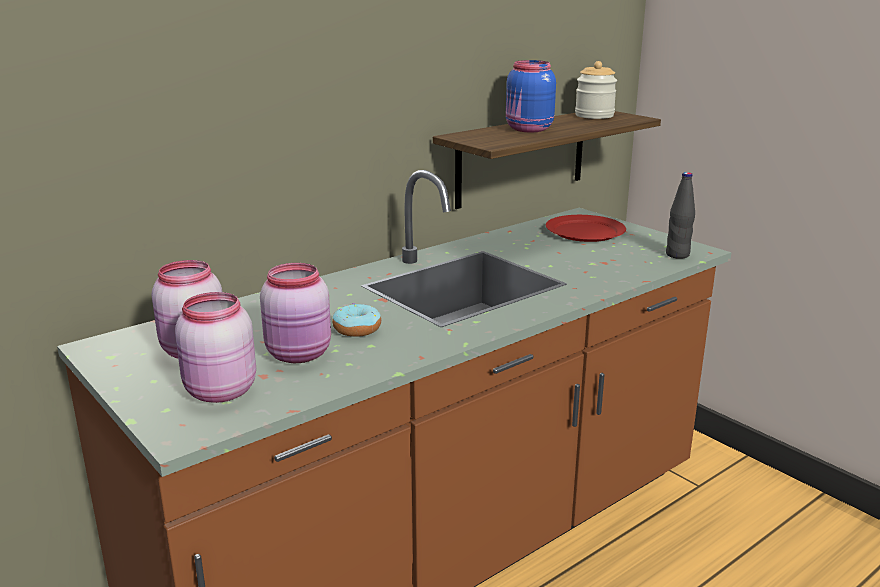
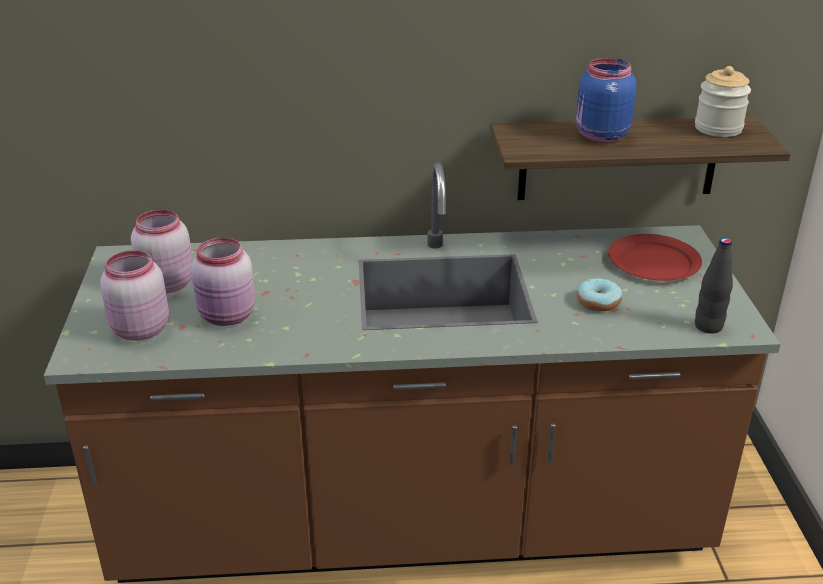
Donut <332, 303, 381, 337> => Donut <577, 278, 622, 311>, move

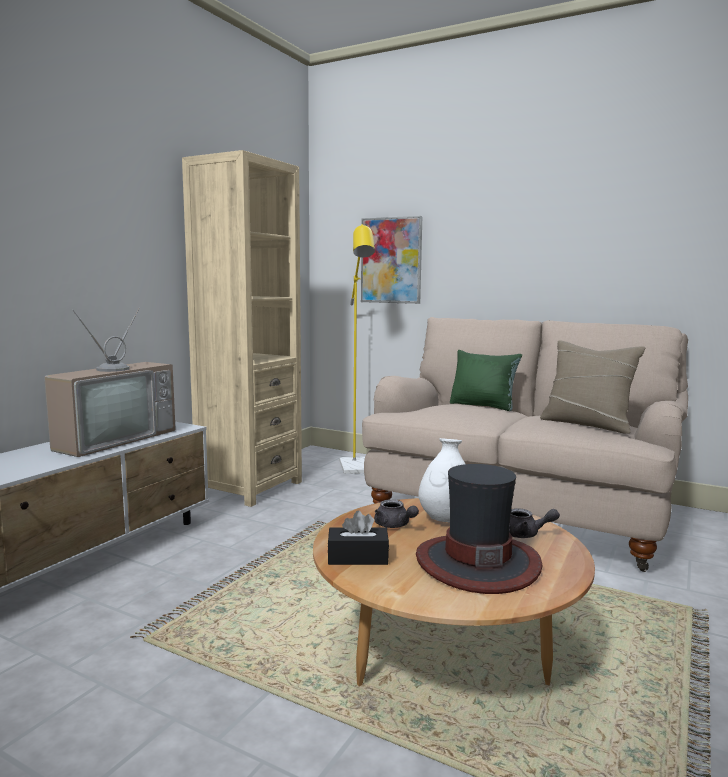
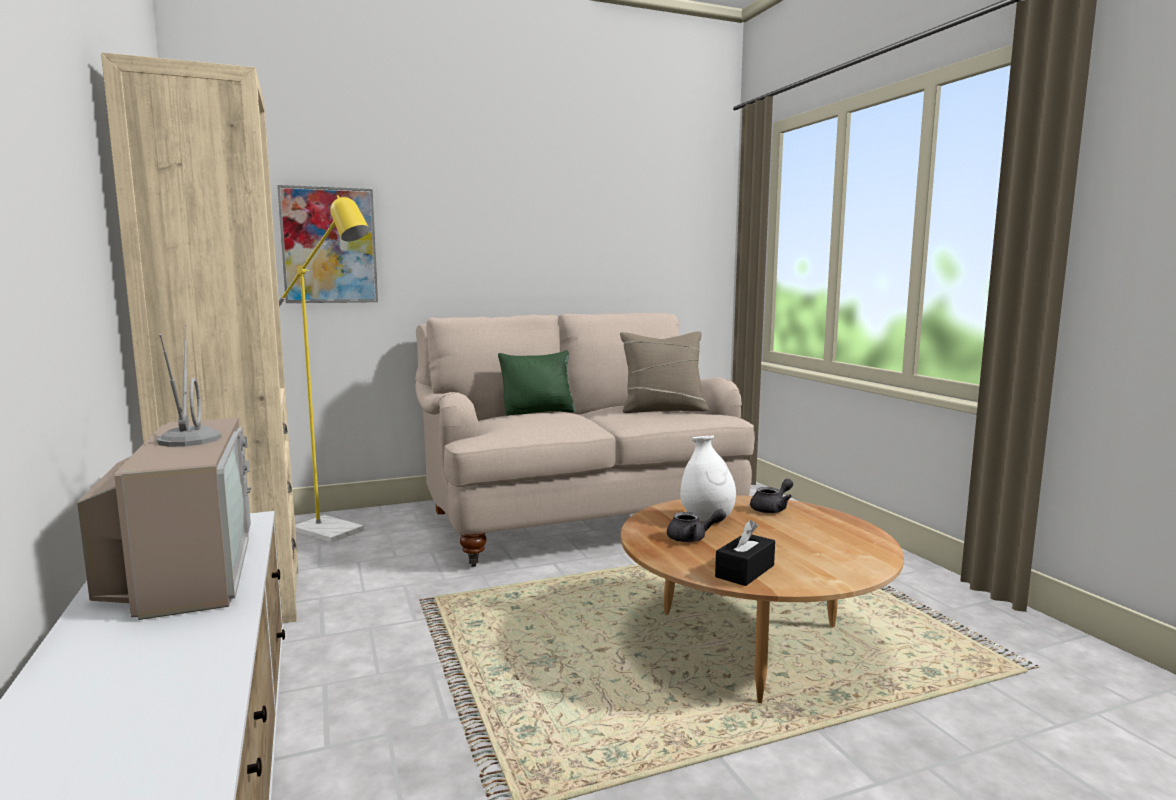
Hut <416, 464, 543, 594> => nothing

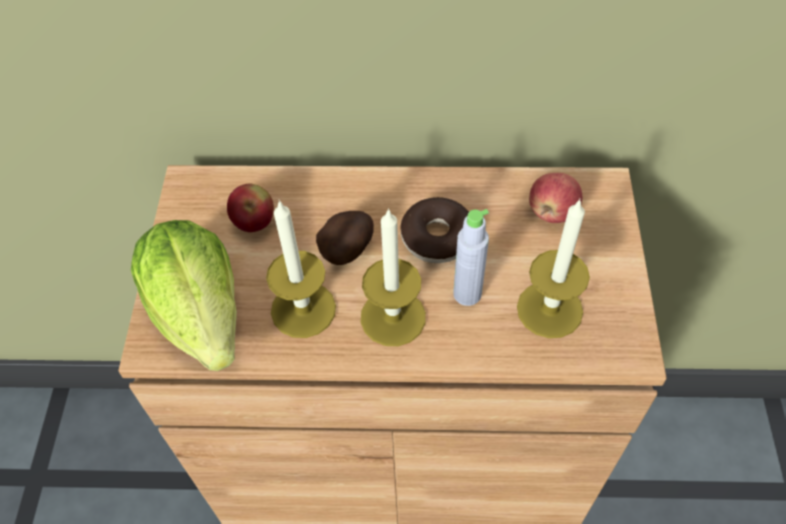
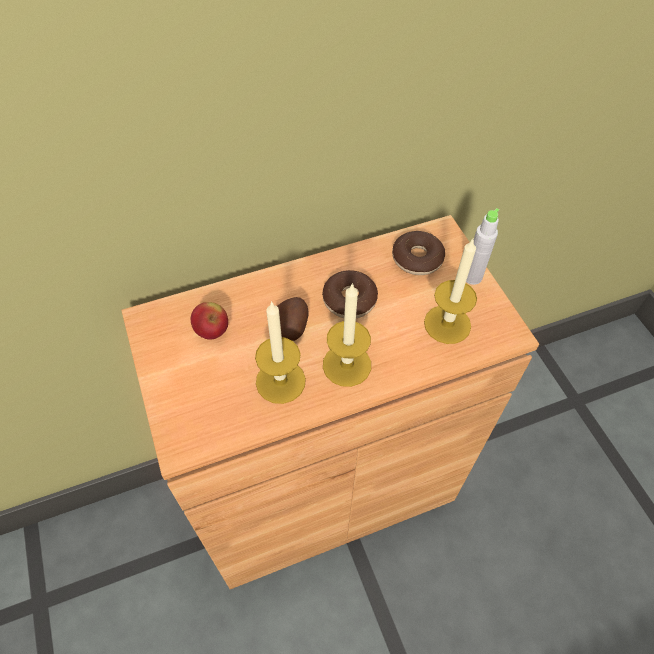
Apfel <529, 173, 582, 223> => Donut <392, 231, 445, 275>
Flasche (grau) <453, 209, 489, 306> => Flasche (grau) <466, 208, 499, 285>, move
Salatkopf <131, 220, 237, 371> => nothing

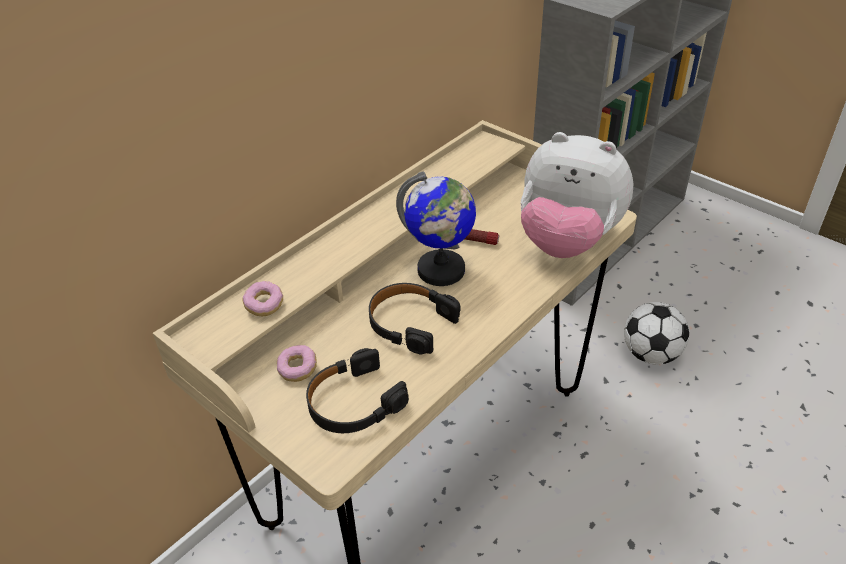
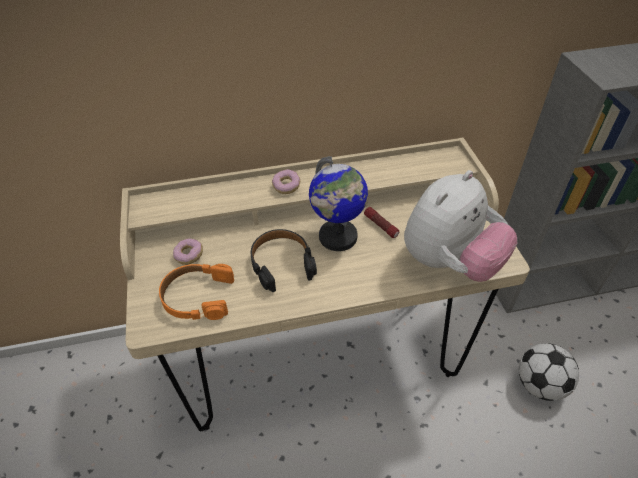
Kopfhörer (schwarz) <306, 348, 409, 433> => Kopfhörer (orange) <159, 264, 234, 320>
Donut <242, 281, 283, 316> => Donut <272, 169, 300, 194>, move
Plüschtier <521, 132, 634, 258> => Plüschtier <404, 170, 517, 282>, 105 degrees counterclockwise

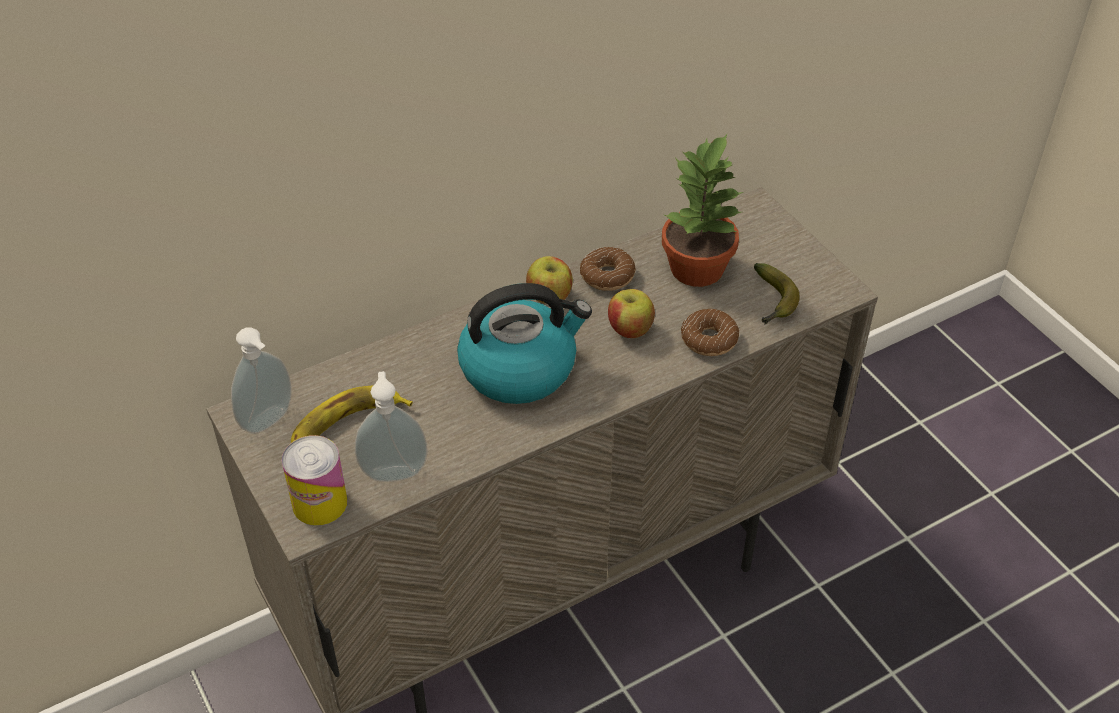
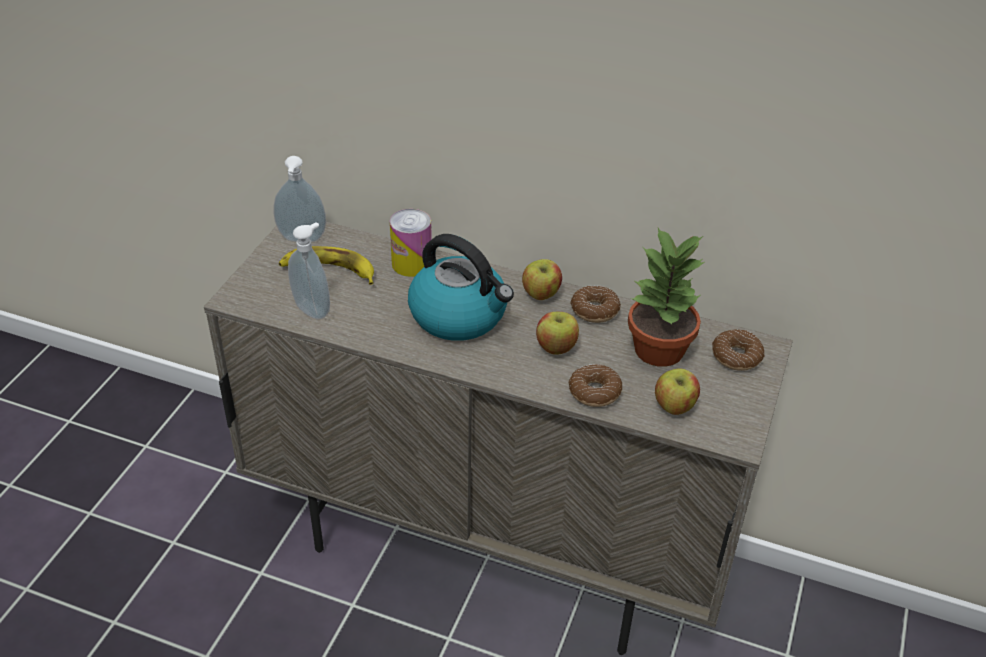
Dose <282, 435, 347, 526> => Dose <390, 209, 432, 277>, move
Banane <754, 263, 800, 325> => Apfel <655, 369, 700, 415>
nothing => Donut <712, 329, 765, 371>

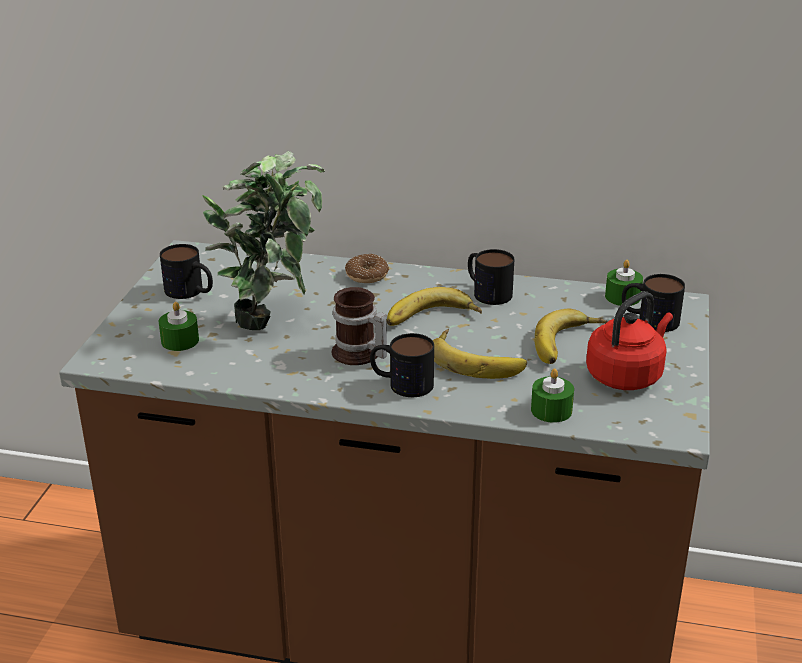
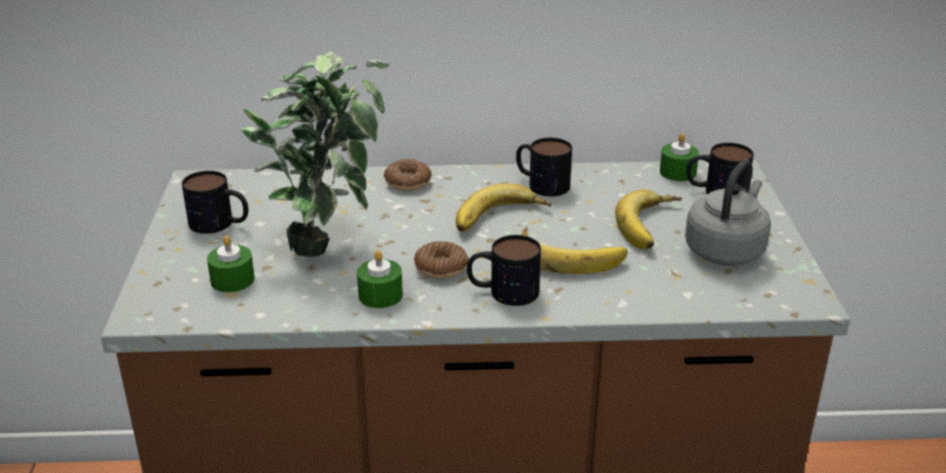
Kerze (grün) <531, 369, 574, 423> => Kerze (grün) <357, 250, 403, 308>, move
Henkelbecher <332, 287, 387, 365> => Donut <414, 241, 469, 279>
Wasserkessel (rot) <586, 291, 673, 390> => Wasserkessel (grau) <685, 159, 771, 266>

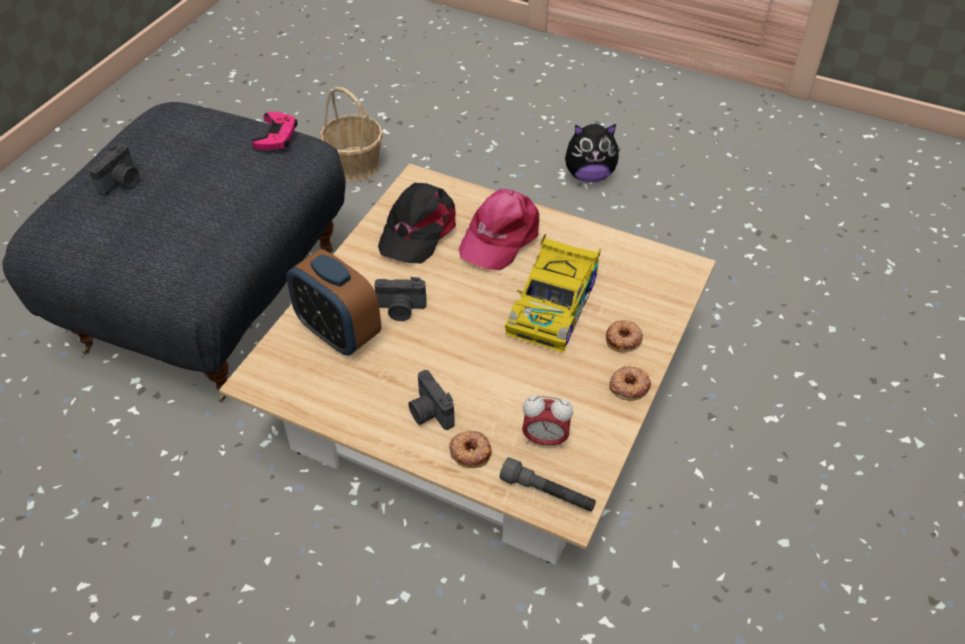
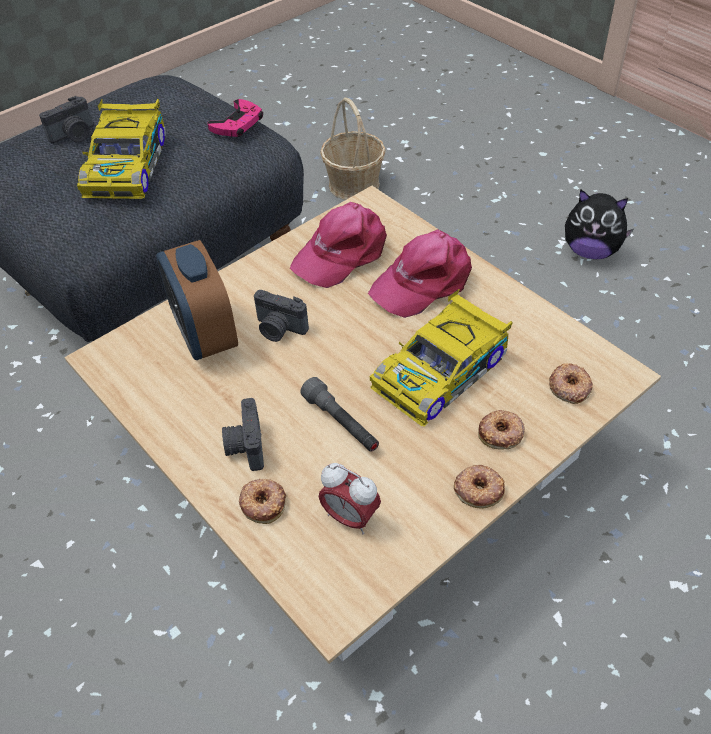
nothing => Spielzeugauto <77, 99, 166, 199>
Kappe (schwarz) <378, 183, 456, 263> => Kappe (rosa) <290, 202, 387, 288>
Taschenlampe (grau) <499, 457, 596, 512> => Taschenlampe (grau) <301, 377, 379, 452>, move
nothing => Donut <549, 363, 593, 404>

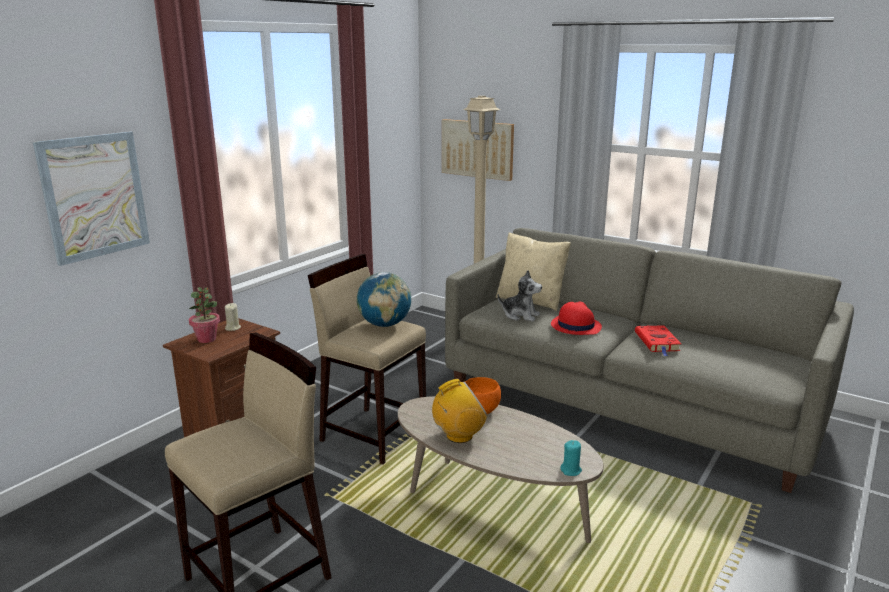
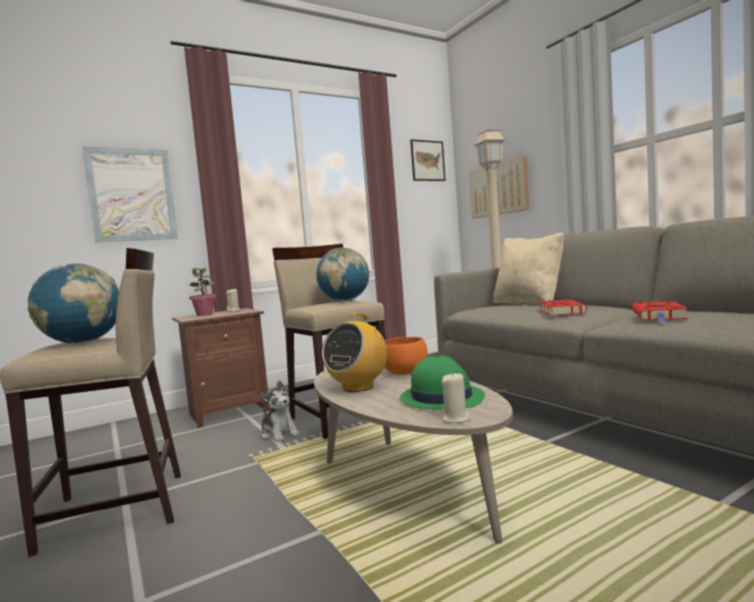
nothing => Globus <27, 263, 119, 344>
Plüschtier <498, 270, 542, 321> => Plüschtier <261, 380, 300, 442>, move
Radio <432, 379, 488, 443> => Radio <322, 313, 387, 392>, 120 degrees clockwise
nothing => Hut (grün) <400, 355, 485, 409>
nothing => Bild <410, 139, 446, 181>
Kerze (türkis) <560, 440, 582, 476> => Kerze (beige) <442, 372, 471, 423>
Hut (rot) <551, 302, 602, 335> => Buch (rot) <539, 299, 587, 315>

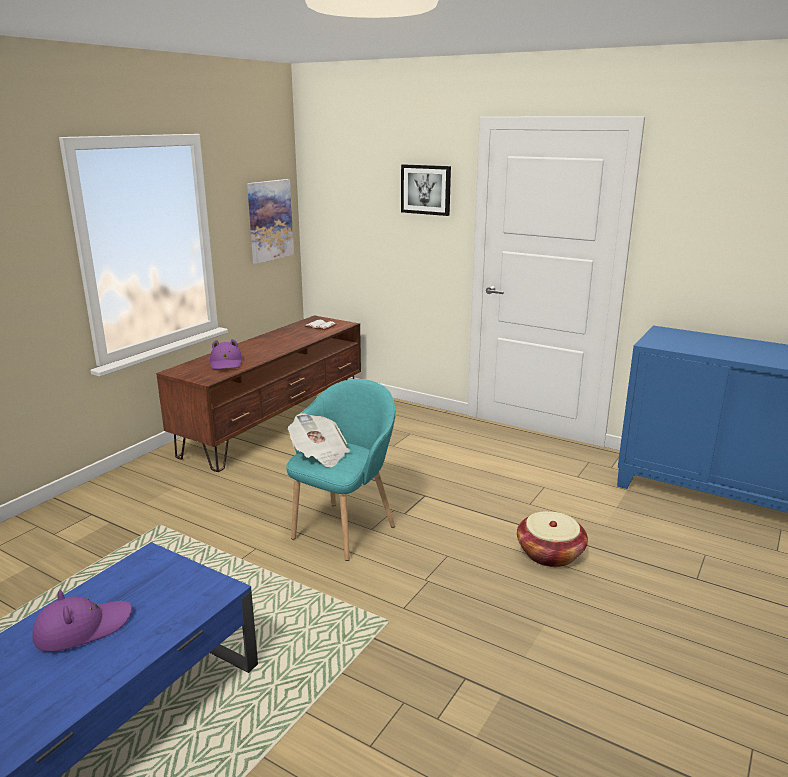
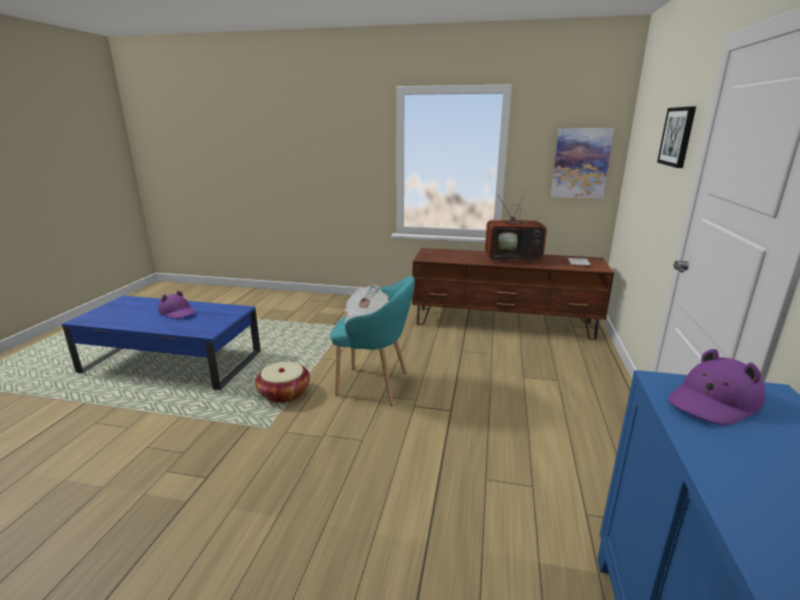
Korb <517, 511, 588, 567> => Korb <255, 361, 310, 403>, move
nothing => Fernseher <485, 189, 548, 263>
Hut (lila) <210, 339, 242, 369> => Hut (lila) <668, 349, 765, 425>, move

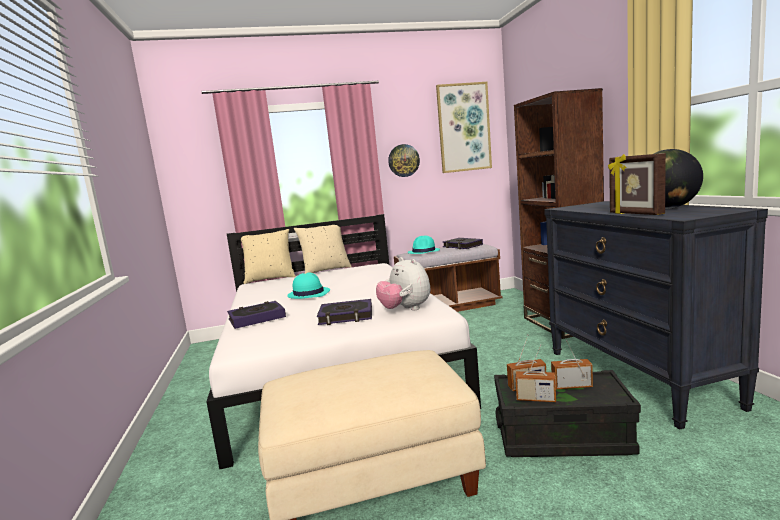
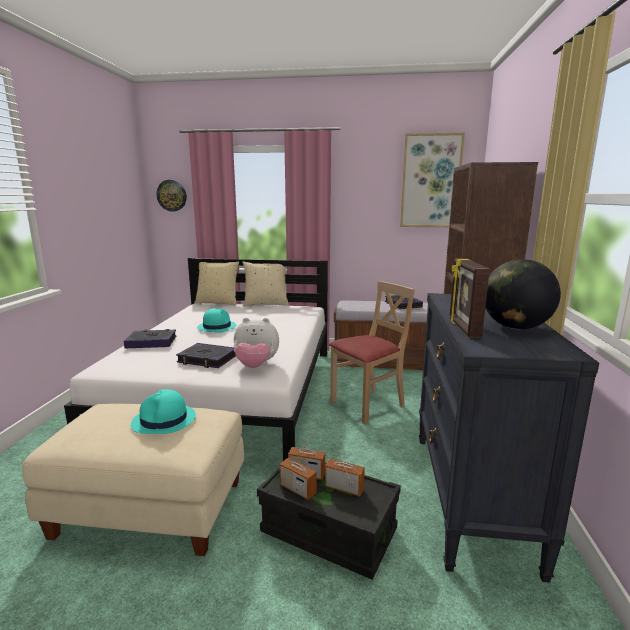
Hut (türkis) <408, 236, 440, 254> => Hut (türkis) <131, 389, 196, 434>, move
Wanduhr <388, 144, 420, 177> => Wanduhr <156, 180, 187, 212>, move
Plüschtier <376, 257, 430, 310> => Plüschtier <234, 318, 279, 368>, 75 degrees counterclockwise
nothing => Stuhl (beige) <329, 281, 415, 424>

